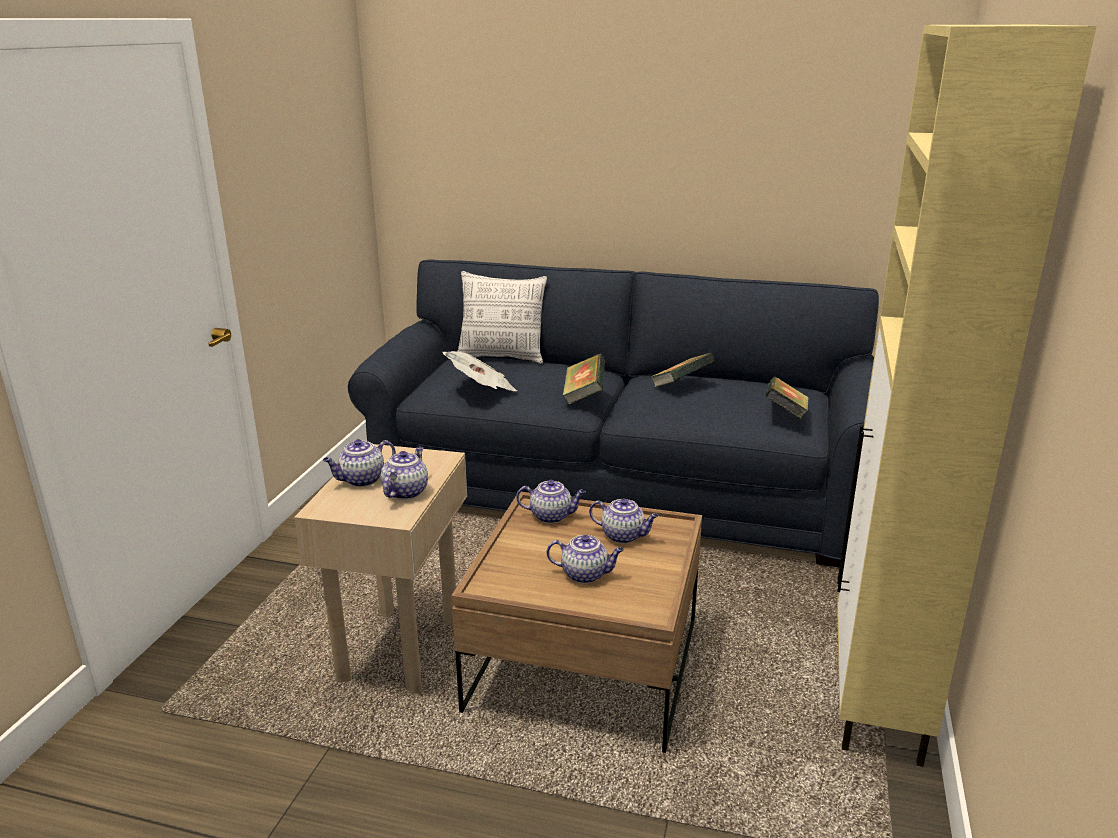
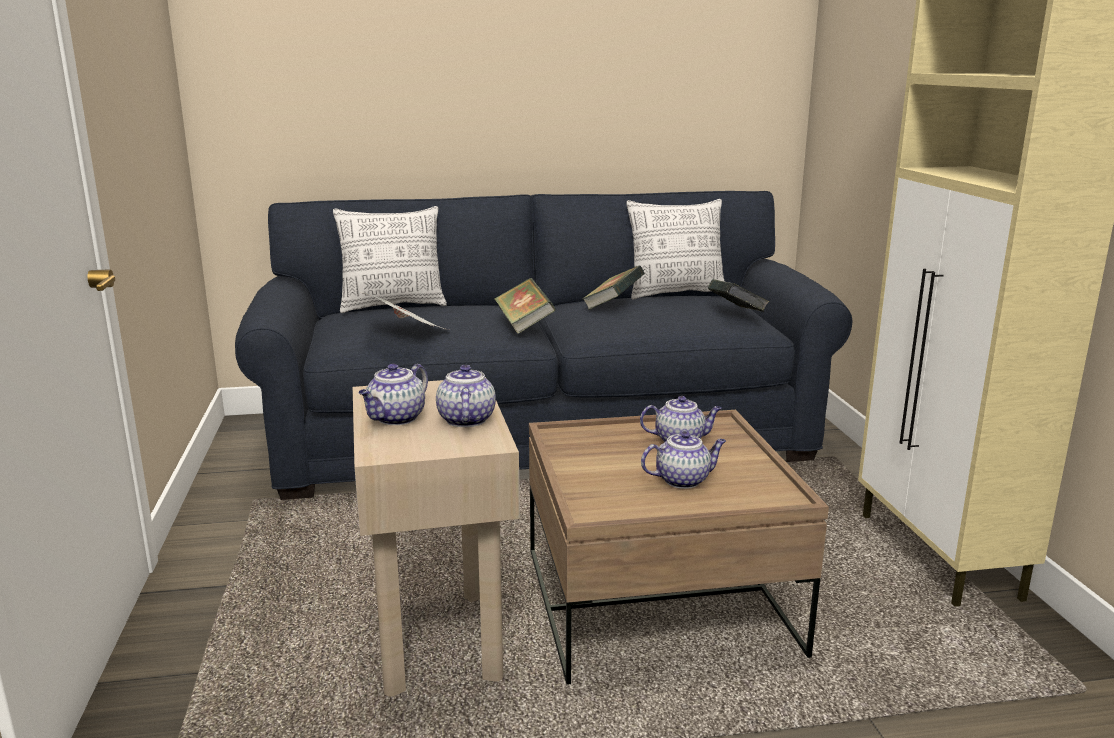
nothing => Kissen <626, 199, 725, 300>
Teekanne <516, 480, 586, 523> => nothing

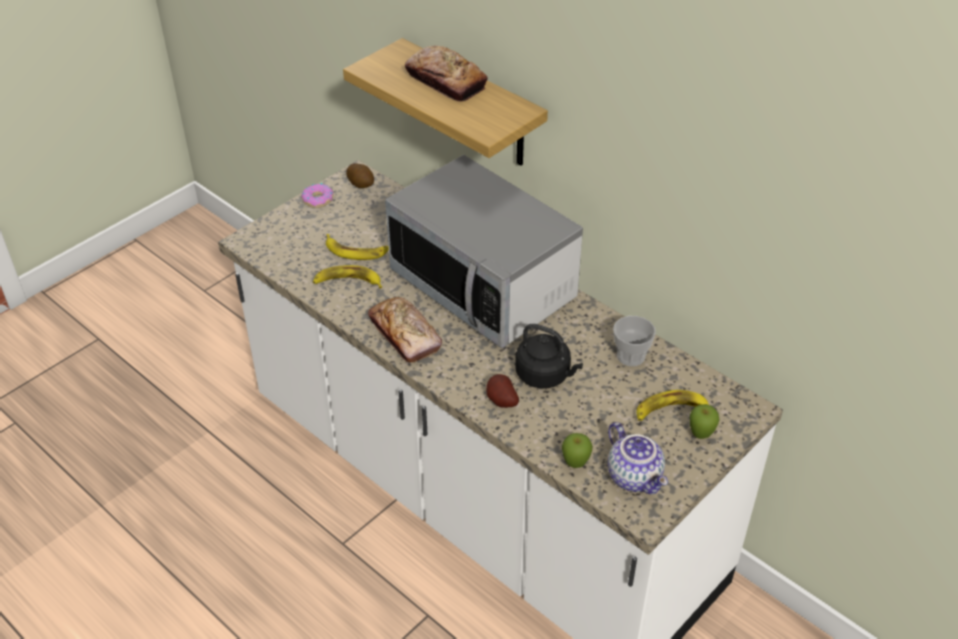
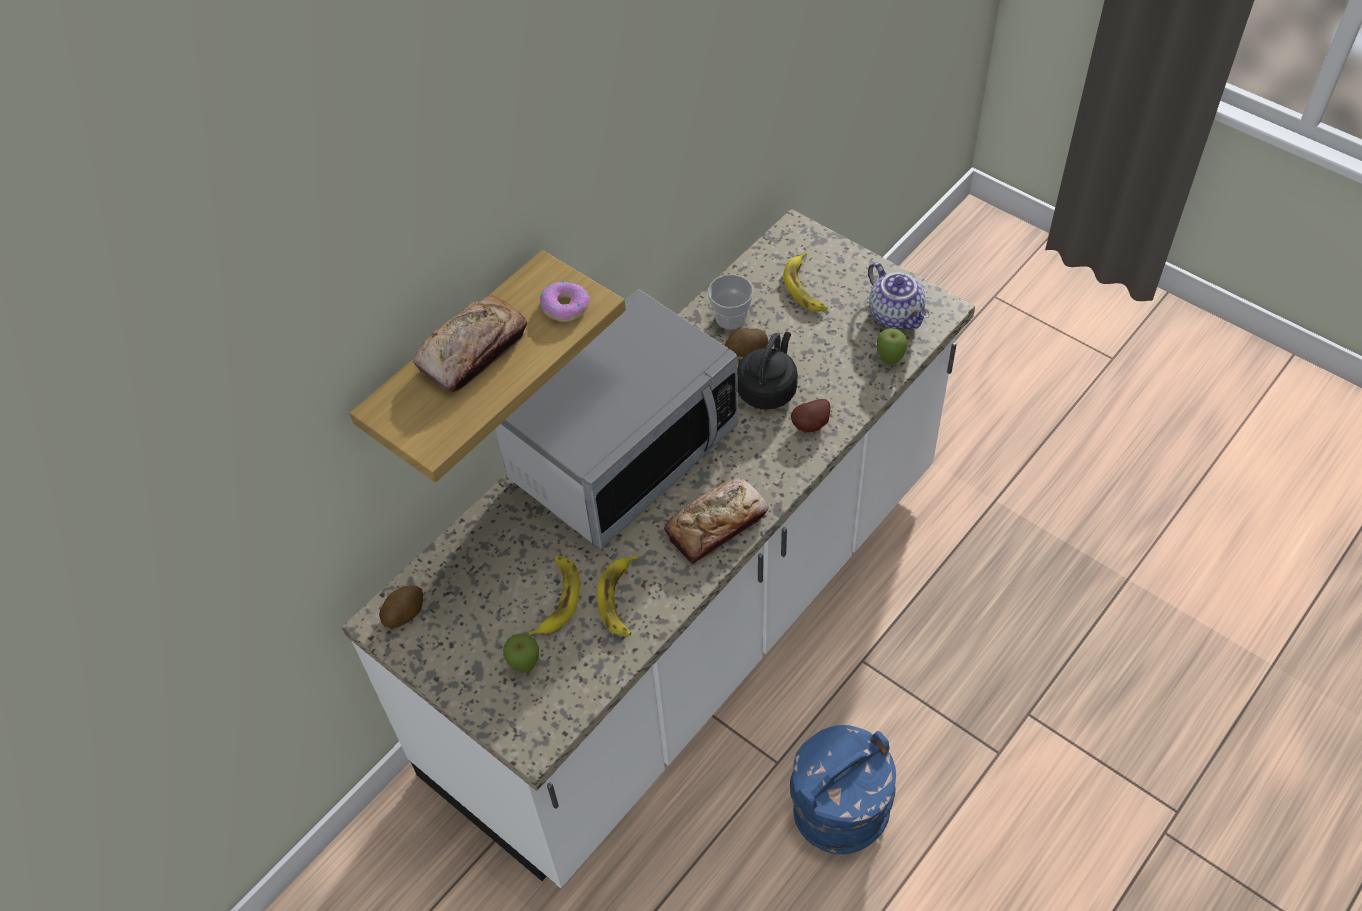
Apfel <690, 404, 720, 439> => Apfel <503, 634, 539, 673>, move
Donut <301, 183, 334, 208> => Donut <540, 280, 590, 322>, move
nothing => Kartoffel <724, 328, 768, 357>
nothing => Eimer (blau) <790, 725, 896, 854>
Teekanne <608, 422, 668, 494> => Teekanne <868, 262, 929, 330>, 90 degrees clockwise

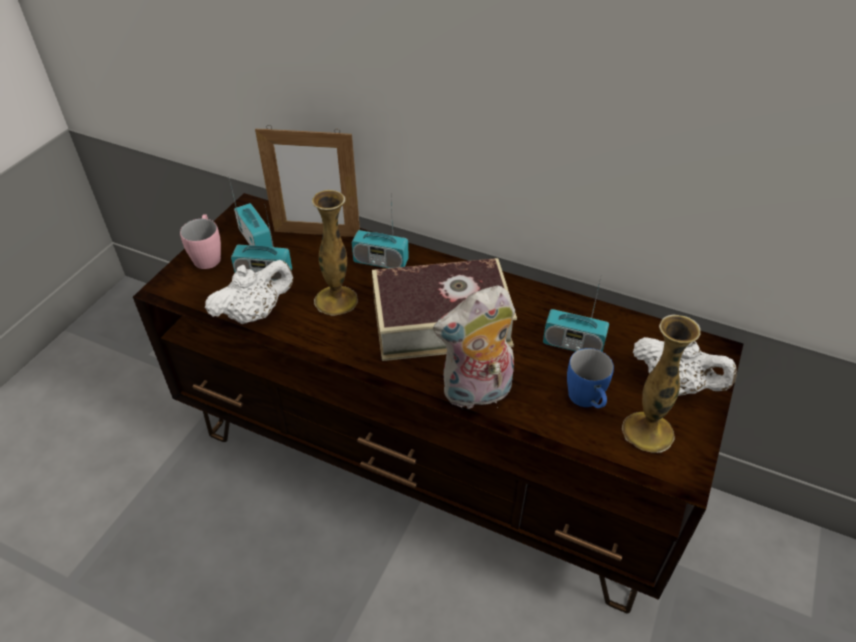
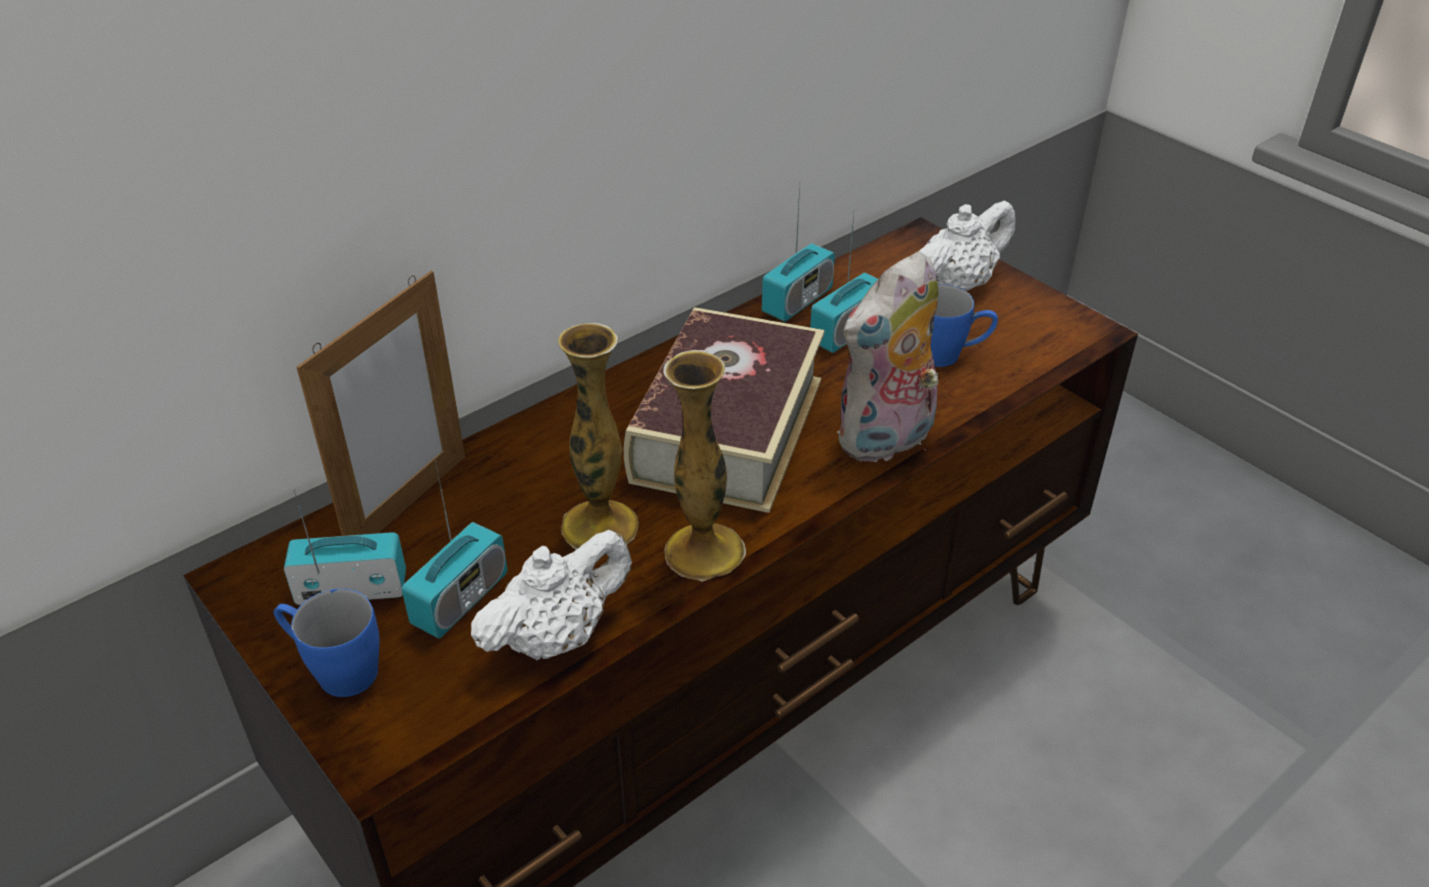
Henkelbecher (rosa) <180, 215, 221, 269> => Henkelbecher (blau) <274, 589, 379, 697>
Teekanne (weiß) <205, 260, 293, 324> => Teekanne (weiß) <471, 530, 632, 660>, 60 degrees clockwise
Vase <622, 315, 700, 453> => Vase <663, 350, 746, 582>, move
Radio <352, 200, 409, 268> => Radio <762, 185, 835, 322>, move
Plüschtier <433, 285, 515, 409> => Plüschtier <838, 251, 939, 464>, 45 degrees clockwise

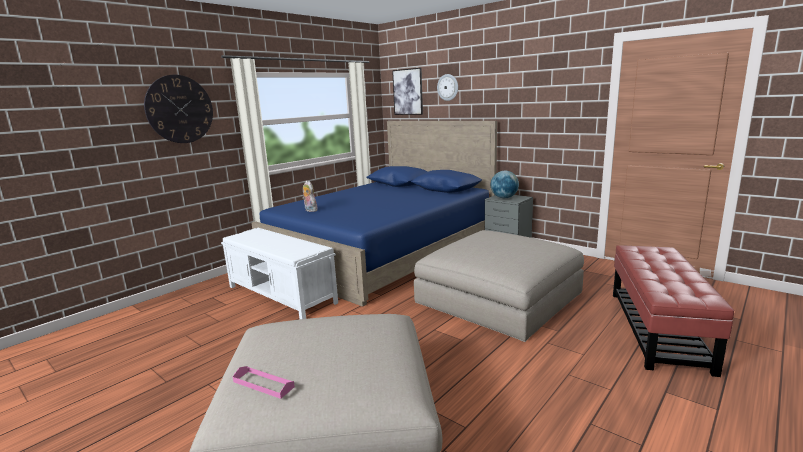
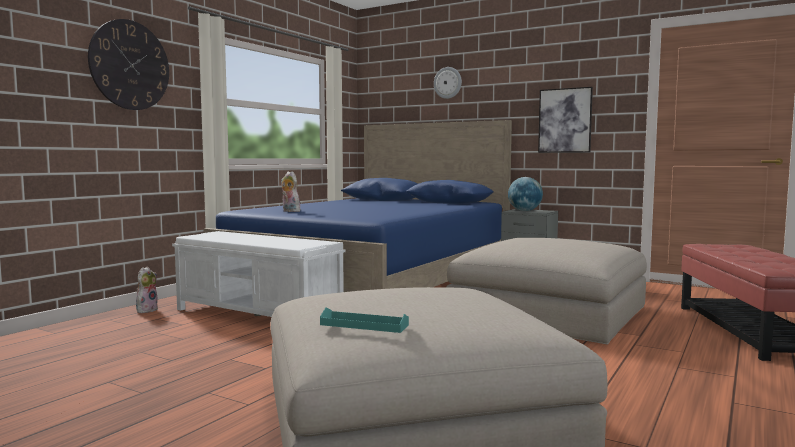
nothing => Plüschtier <136, 267, 158, 313>
Tablett (rosa) <233, 366, 295, 399> => Tablett (türkis) <320, 307, 409, 333>
Bild <392, 68, 423, 115> => Bild <538, 87, 593, 153>, move

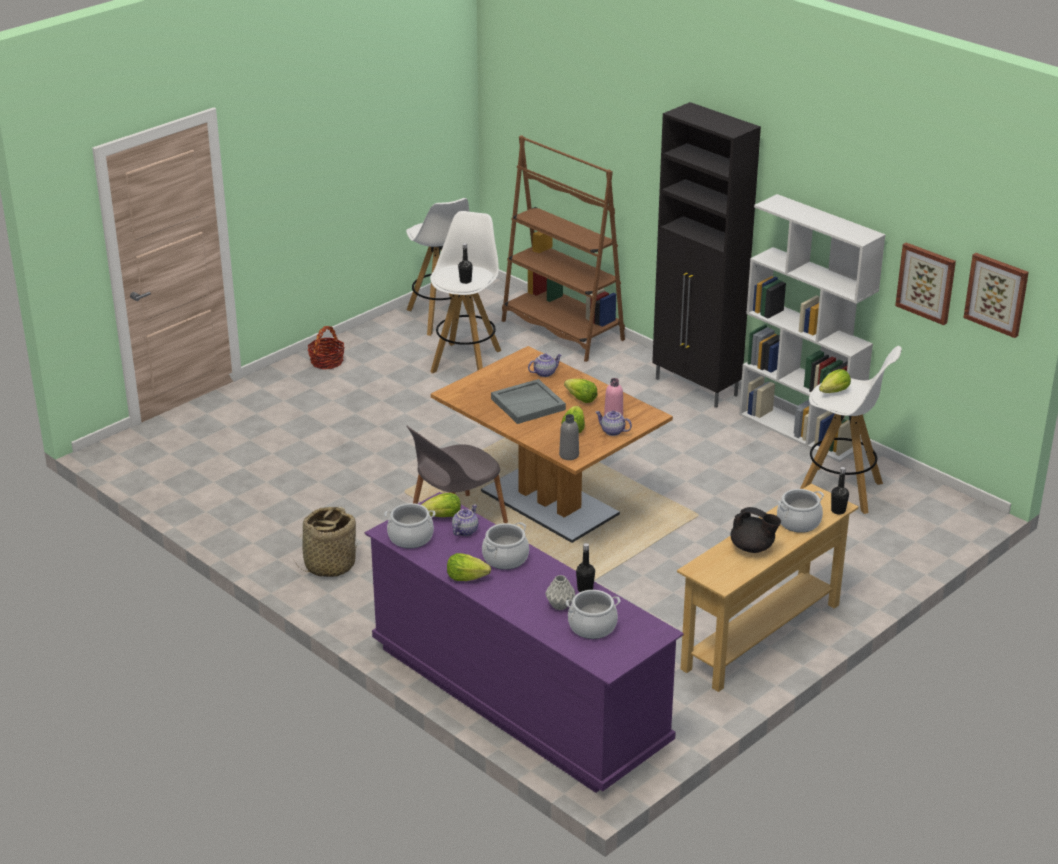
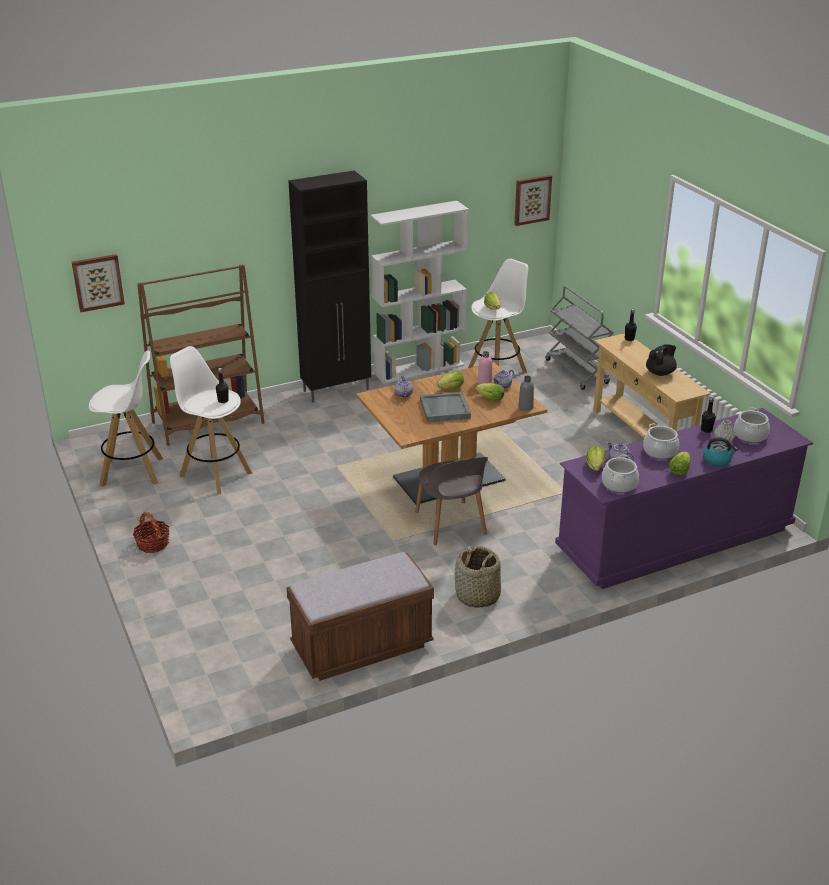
Bild <895, 242, 956, 325> => Bild <72, 254, 125, 312>, move
nothing => Bank (braun) <286, 552, 434, 681>
nothing => Rollwagen (grau) <546, 286, 614, 390>
nothing => Wasserkessel <703, 437, 738, 467>
Kochtopf <777, 489, 824, 533> => nothing

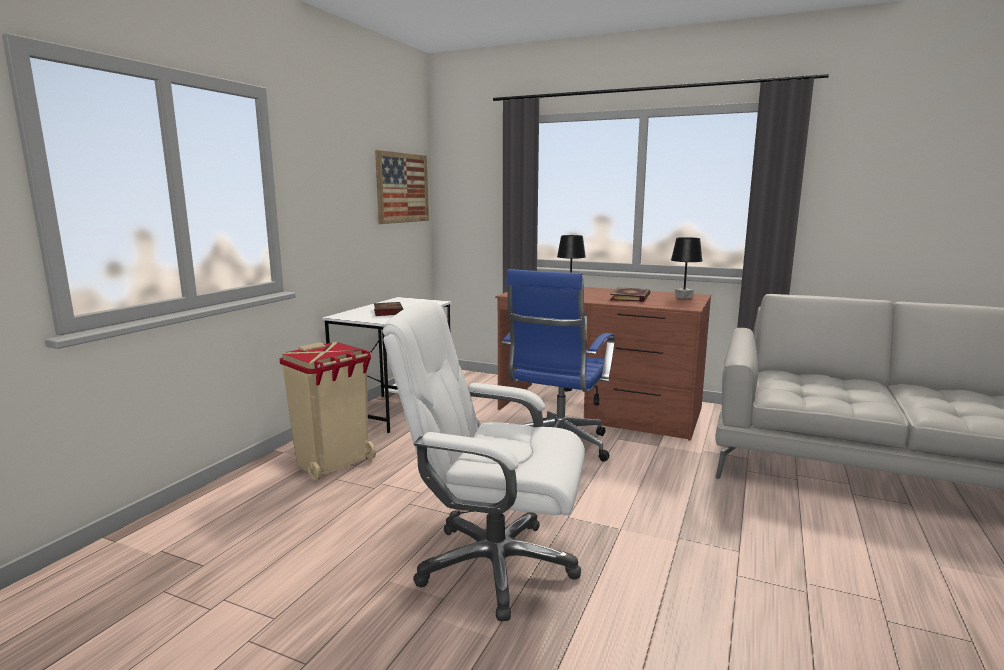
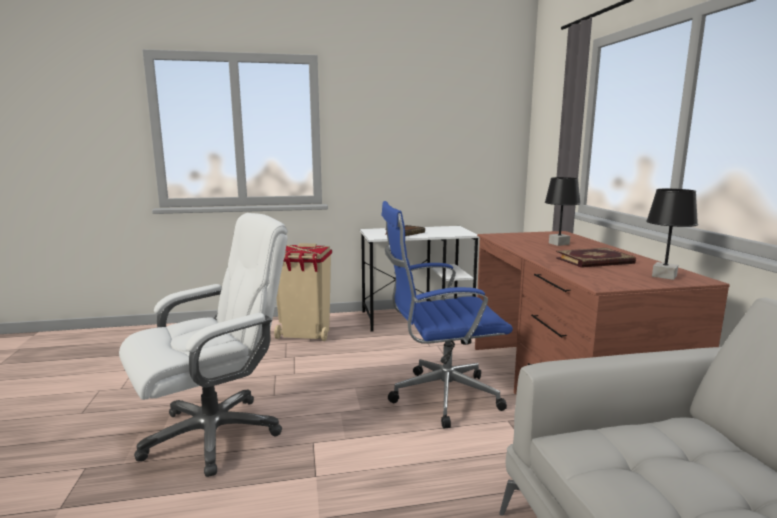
Bürostuhl (weiß) <383, 301, 585, 621> => Bürostuhl (weiß) <119, 213, 288, 477>, 75 degrees clockwise
Bild <375, 150, 429, 224> => nothing

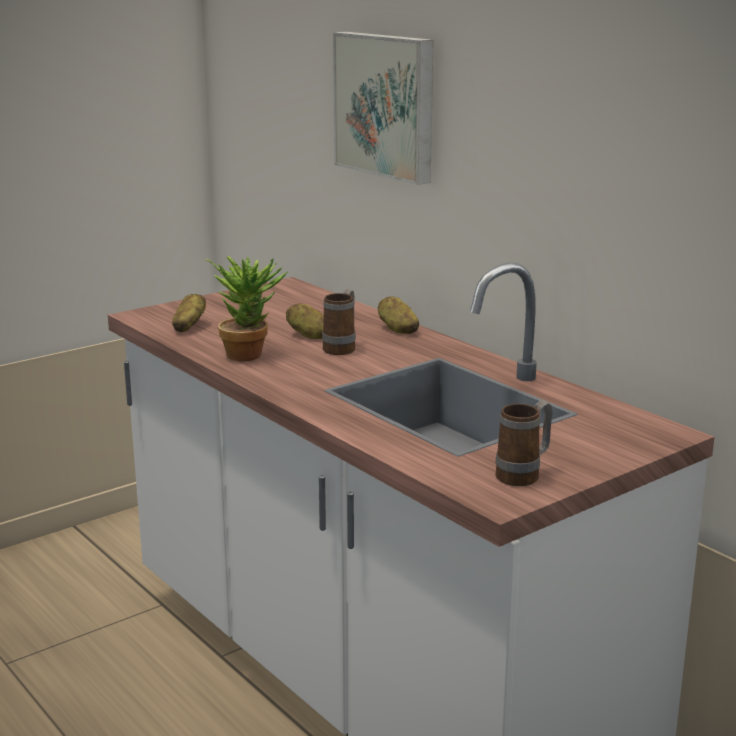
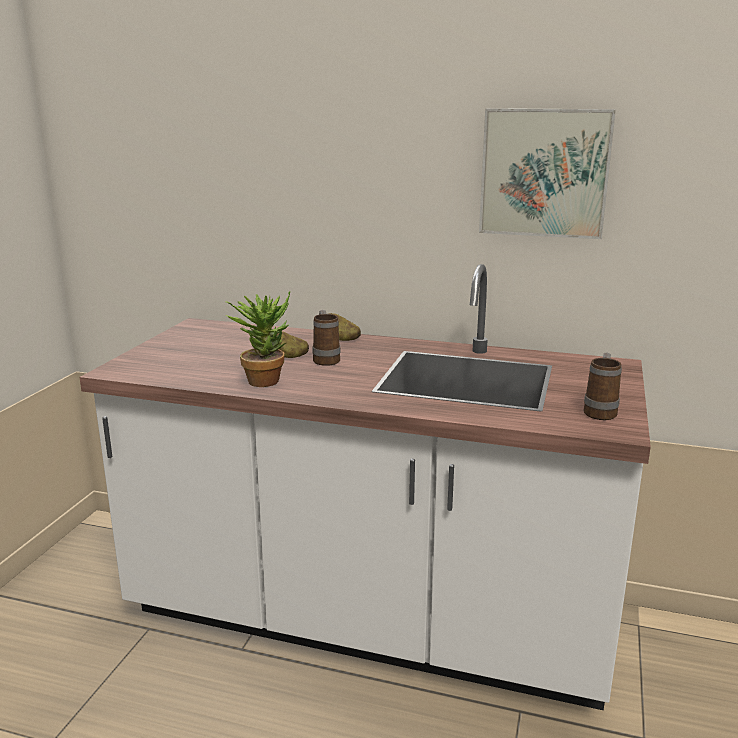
Bild <333, 32, 433, 185> => Bild <479, 108, 616, 239>, move
Kartoffel <172, 294, 206, 333> => nothing

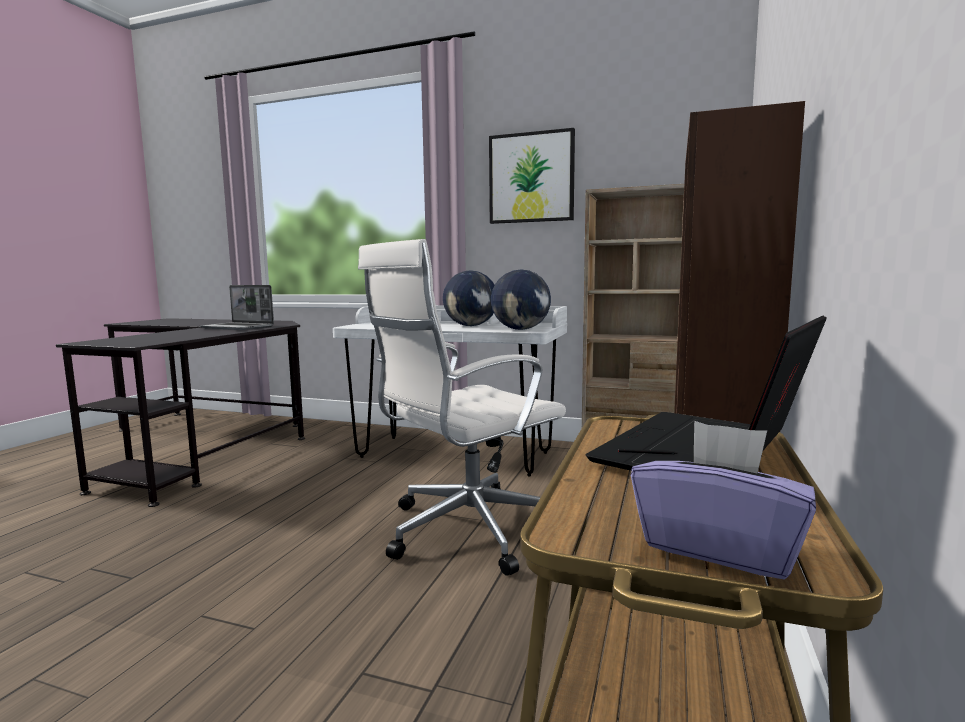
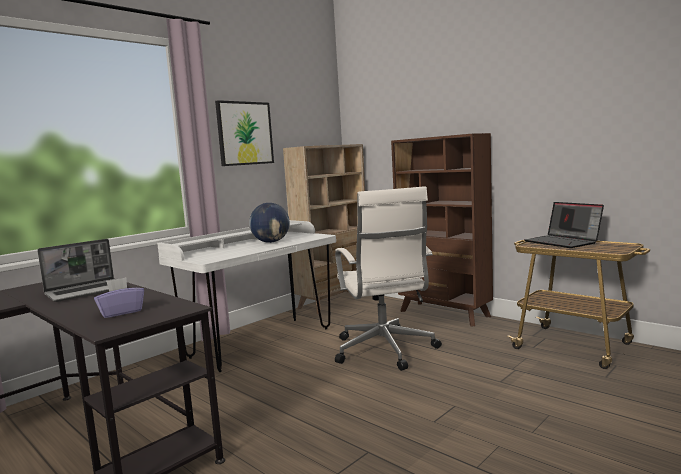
Taschentuchbox (lila) <631, 421, 816, 580> => Taschentuchbox (lila) <94, 277, 144, 318>, move
Globus <491, 269, 551, 330> => nothing

